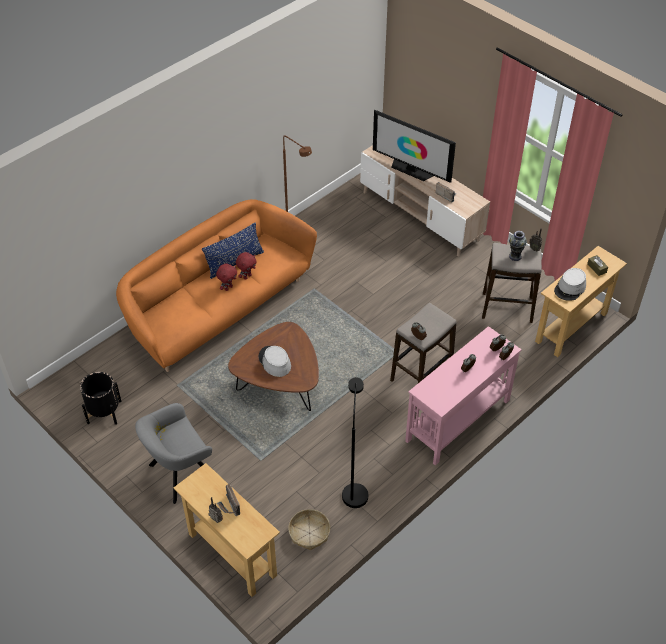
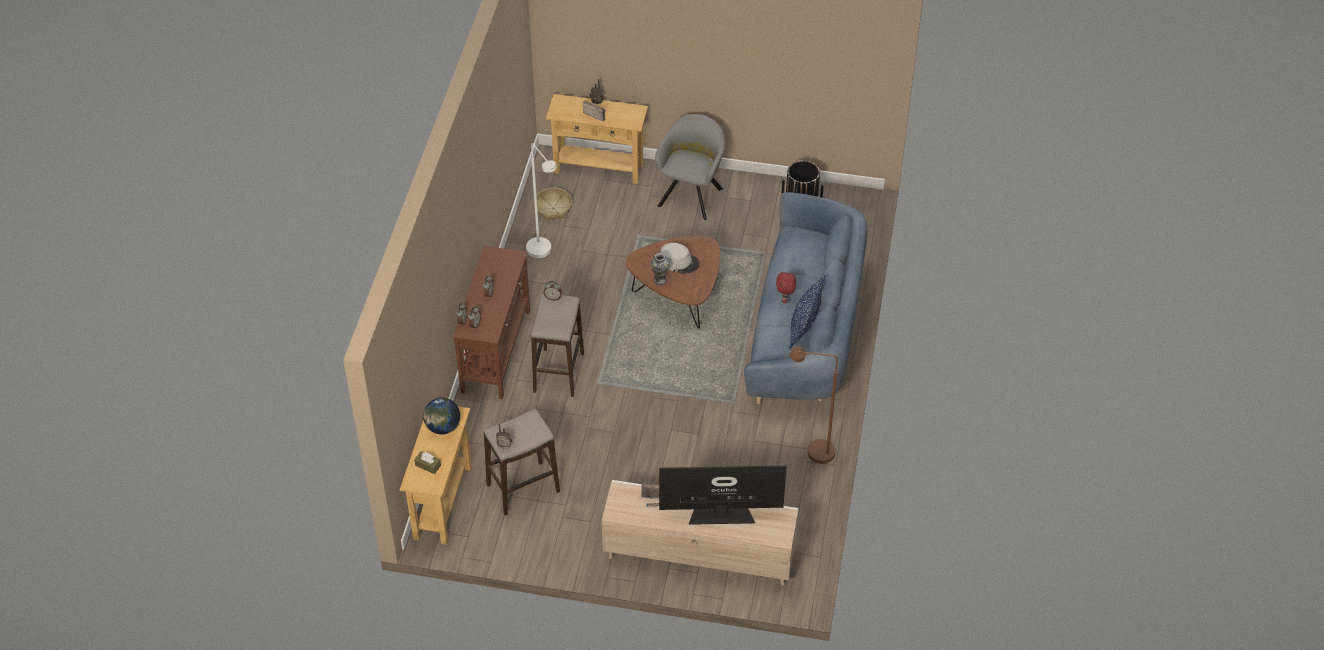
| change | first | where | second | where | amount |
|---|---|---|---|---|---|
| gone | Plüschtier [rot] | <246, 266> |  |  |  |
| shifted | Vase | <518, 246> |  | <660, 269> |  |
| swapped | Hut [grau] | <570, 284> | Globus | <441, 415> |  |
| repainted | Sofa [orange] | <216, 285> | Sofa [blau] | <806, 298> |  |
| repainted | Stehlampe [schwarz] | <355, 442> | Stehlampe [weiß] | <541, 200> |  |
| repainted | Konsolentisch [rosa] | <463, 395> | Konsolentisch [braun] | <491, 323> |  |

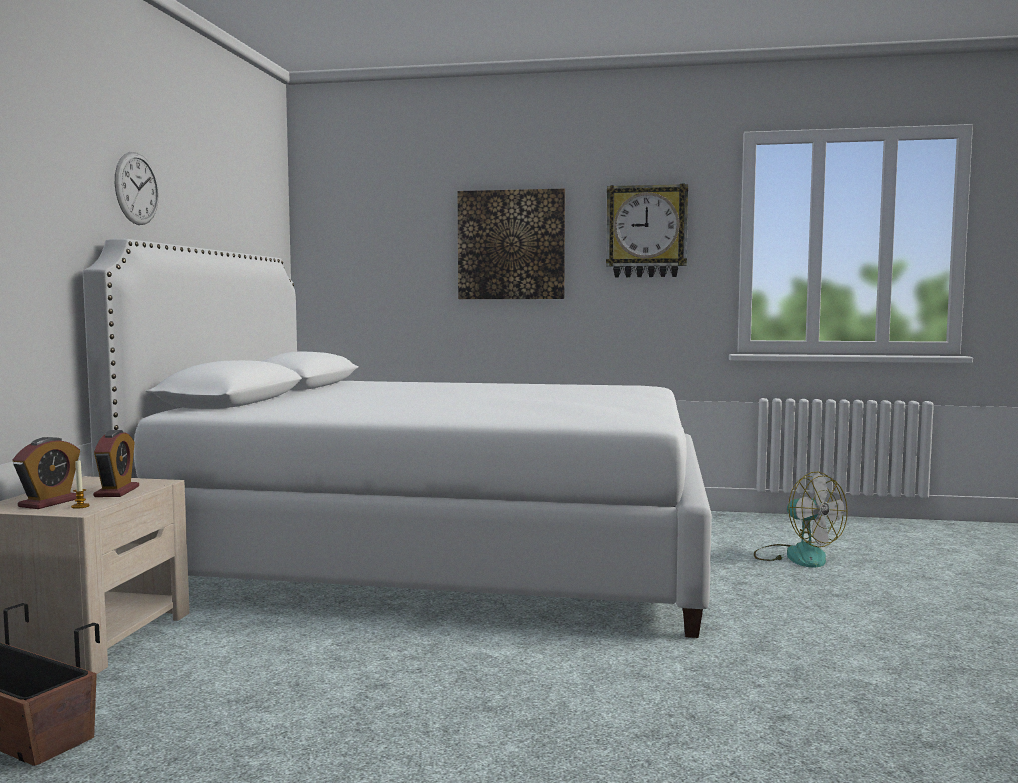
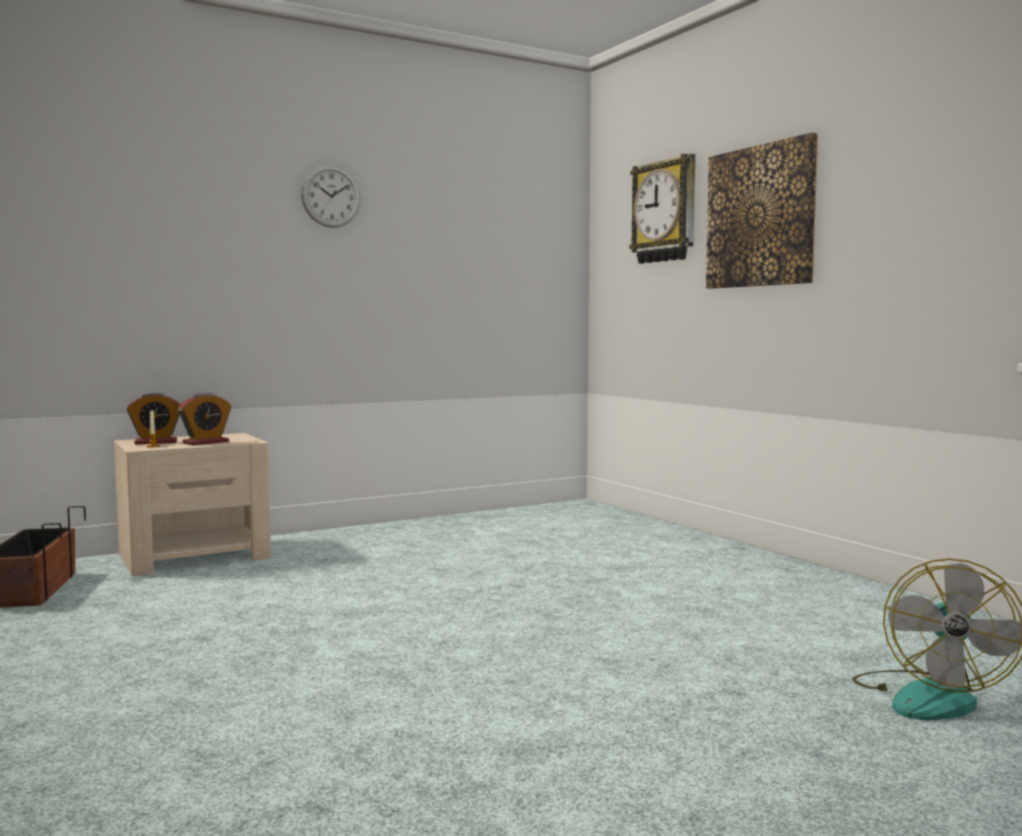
| change | first | where | second | where | amount |
|---|---|---|---|---|---|
| gone | Bett [weiß] | <397, 438> |  |  |  |
| shifted | Wanduhr | <647, 230> |  | <662, 209> |  |

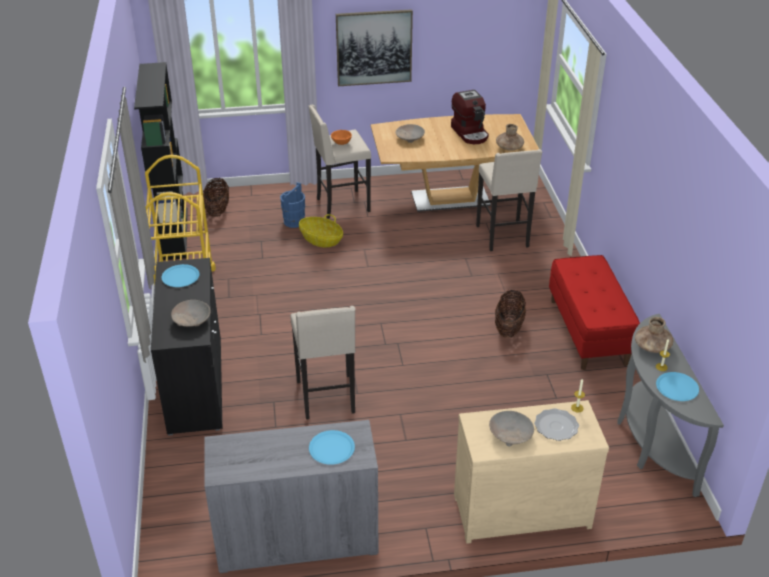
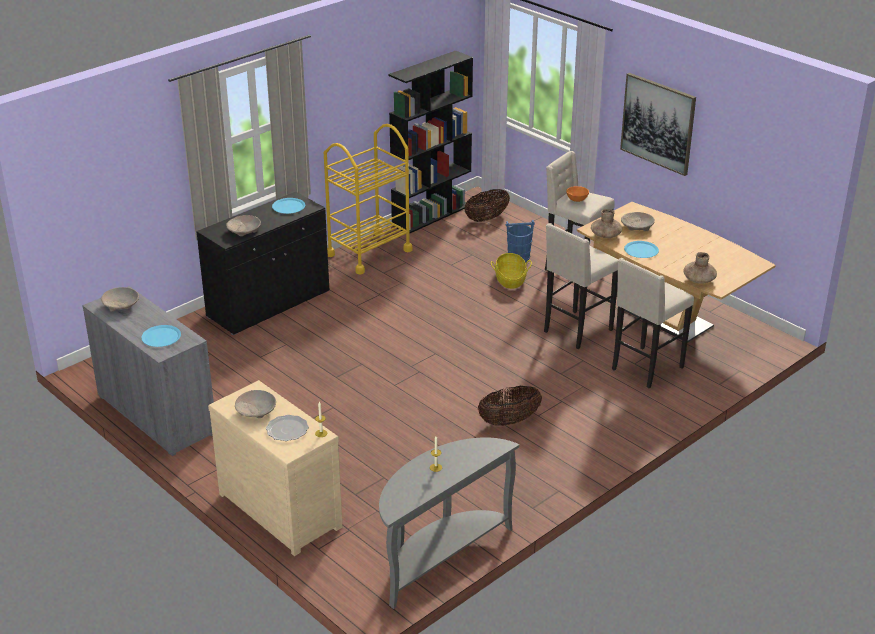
| change | first | where | second | where | amount |
|---|---|---|---|---|---|
| gone | Kaffeemaschine | <470, 117> |  |  |  |
| gone | Bank [rot] | <594, 312> |  |  |  |
| new |  |  | Schüssel [beige] | <120, 299> |  |
| shifted | Hocker [beige] | <322, 362> |  | <581, 286> |  |
| shifted | Vase [braun] | <654, 335> |  | <606, 223> |  |
| shifted | Teller [blau] | <677, 386> |  | <641, 249> |  |

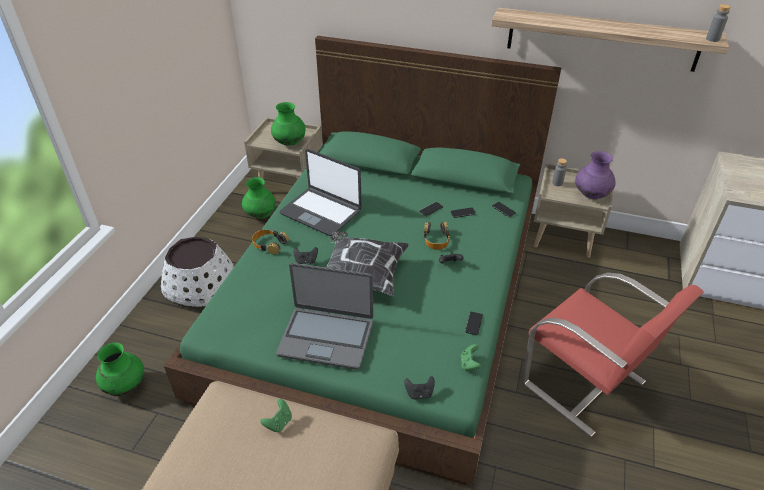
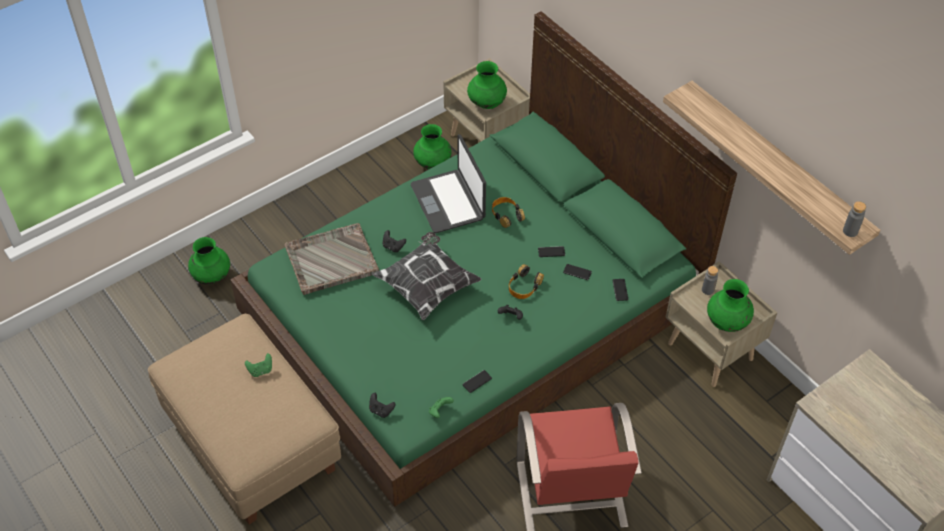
| change | first | where | second | where | amount |
|---|---|---|---|---|---|
| gone | Pflanzkübel [weiß] | <197, 272> |  |  |  |
| gone | Laptop | <324, 316> |  |  |  |
| new |  |  | Tablett [grau] | <332, 259> |  |
| shifted | Kopfhörer | <270, 242> |  | <508, 212> |  |
| repainted | Vase [lila] | <595, 175> | Vase [grün] | <730, 305> |  |

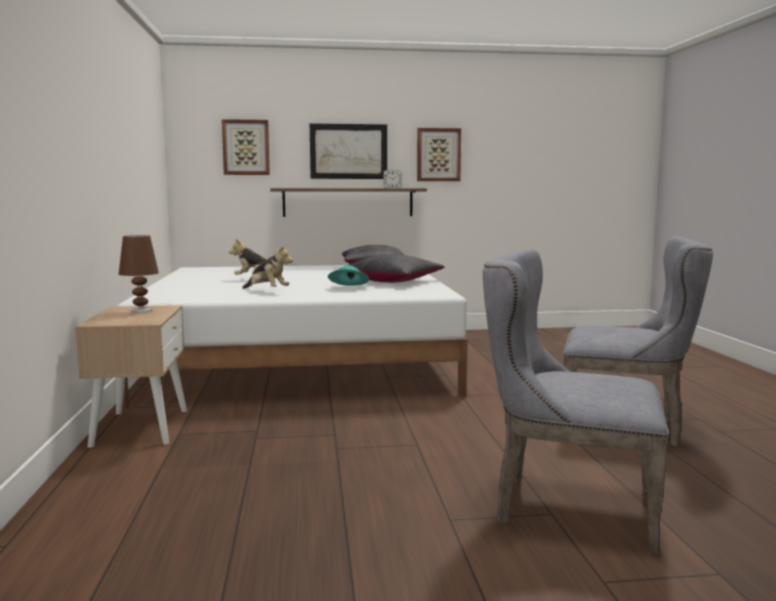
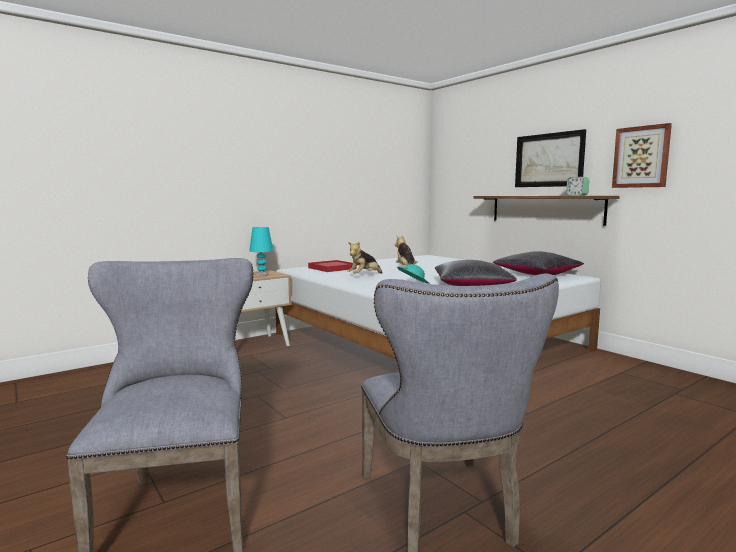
| change | first | where | second | where | amount |
|---|---|---|---|---|---|
| gone | Bild | <246, 147> |  |  |  |
| new |  |  | Tablett [rot] | <332, 266> |  |
| repainted | Tischlampe [braun] | <139, 274> | Tischlampe [türkis] | <261, 251> |  |
| rotated | Plüschtier | <267, 267> |  | <364, 258> | 45 degrees clockwise |

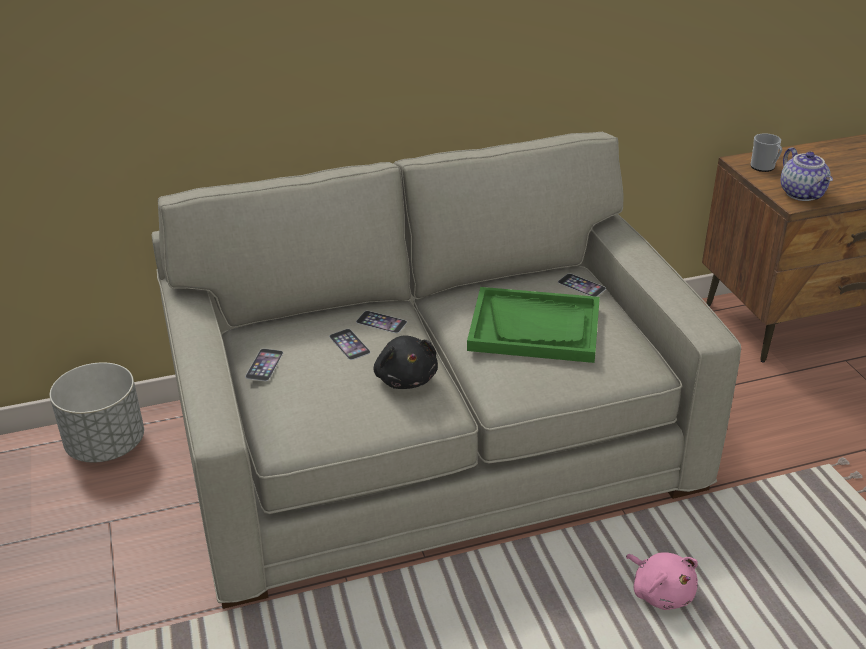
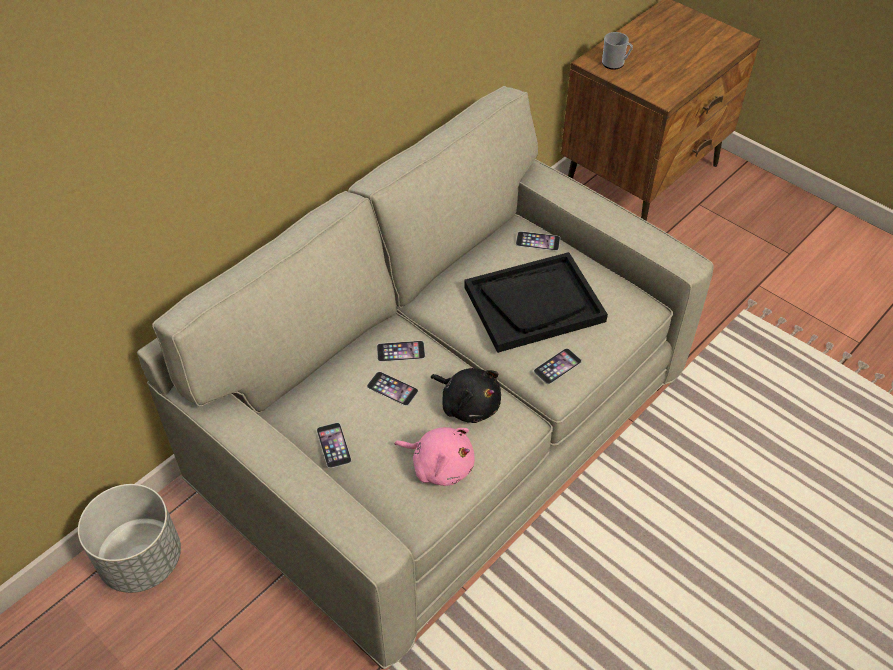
| change | first | where | second | where | amount |
|---|---|---|---|---|---|
| gone | Teekanne | <807, 174> |  |  |  |
| new |  |  | Handy | <558, 366> |  |
| shifted | Plüschtier [rosa] | <662, 581> |  | <434, 456> |  |
| repainted | Tablett [grün] | <533, 325> | Tablett [schwarz] | <536, 302> |  |

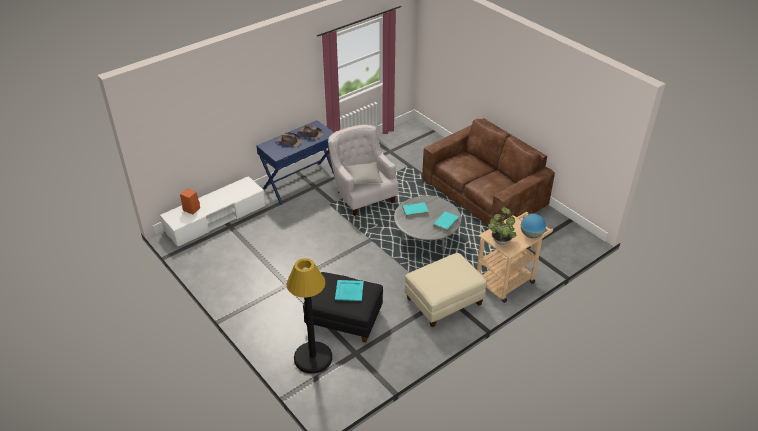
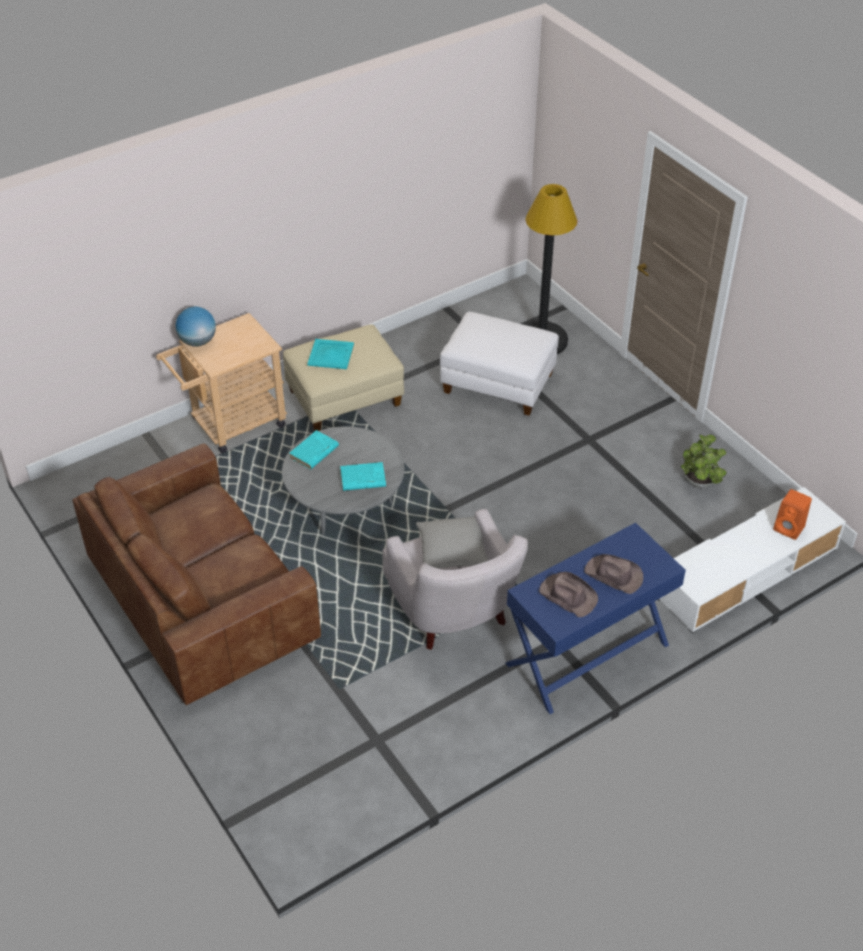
| change | first | where | second | where | amount |
|---|---|---|---|---|---|
| shifted | Tablett [türkis] | <349, 290> |  | <330, 354> |  |
| shifted | Topfpflanze | <502, 226> |  | <704, 461> |  |
| repainted | Polsterhocker [schwarz] | <343, 307> | Polsterhocker [weiß] | <499, 364> |  |

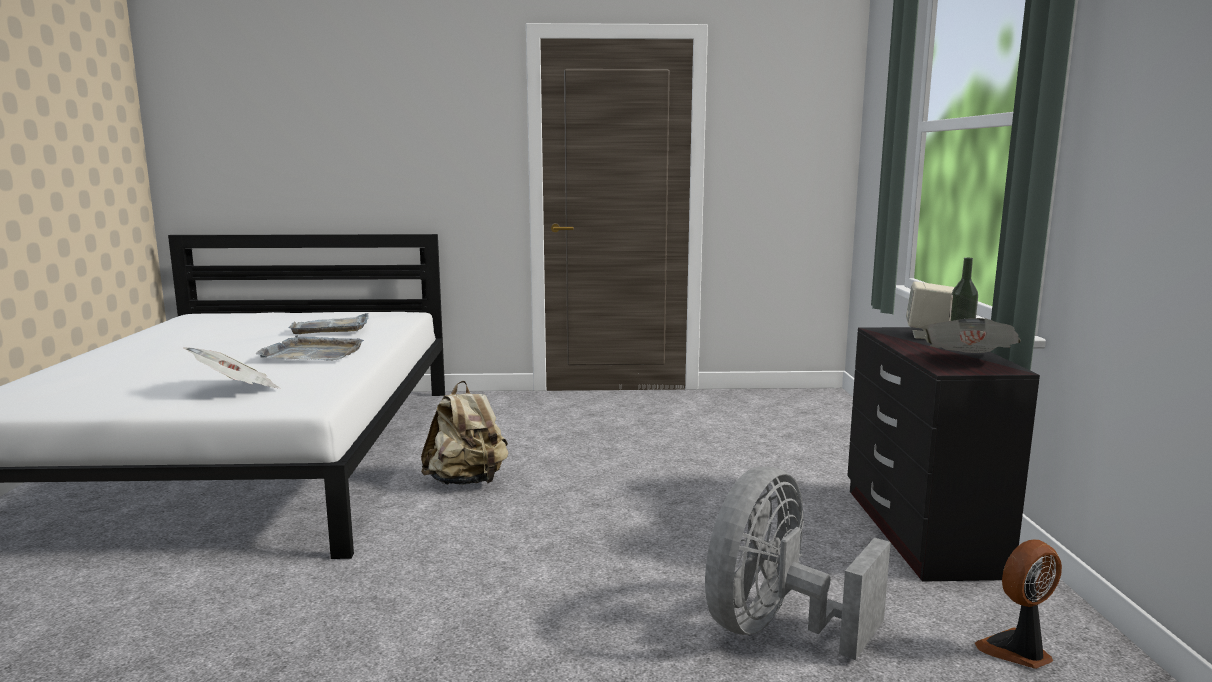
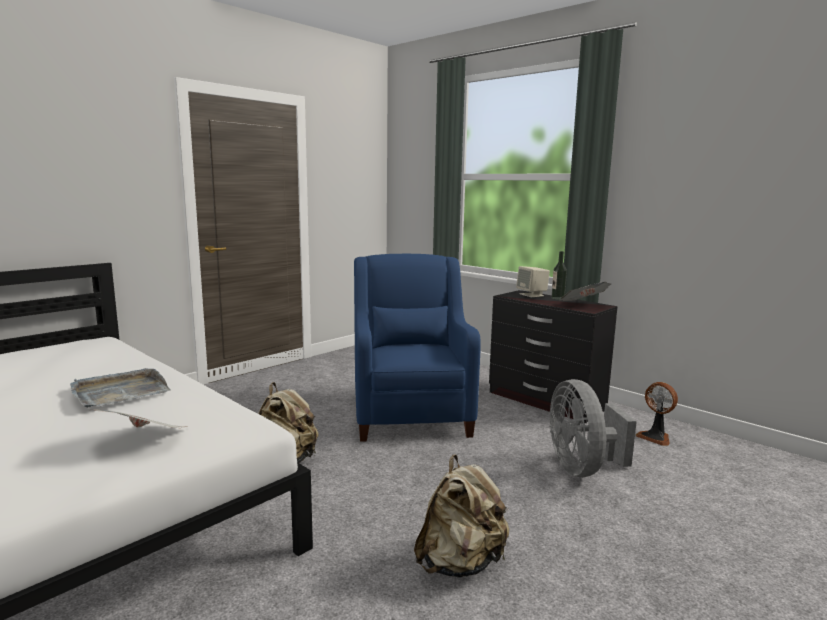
| change | first | where | second | where | amount |
|---|---|---|---|---|---|
| gone | Tablett [grau] | <329, 323> |  |  |  |
| new |  |  | Sessel [blau] | <417, 348> |  |
| new |  |  | Rucksack [beige] | <461, 516> |  |
| rotated | Ventilator | <1018, 604> |  | <657, 414> | 60 degrees counterclockwise |

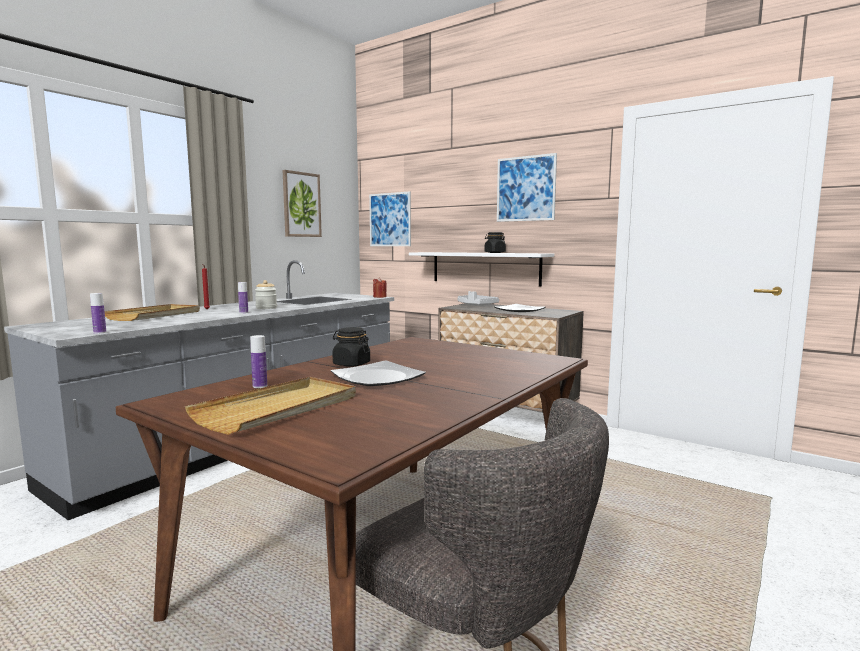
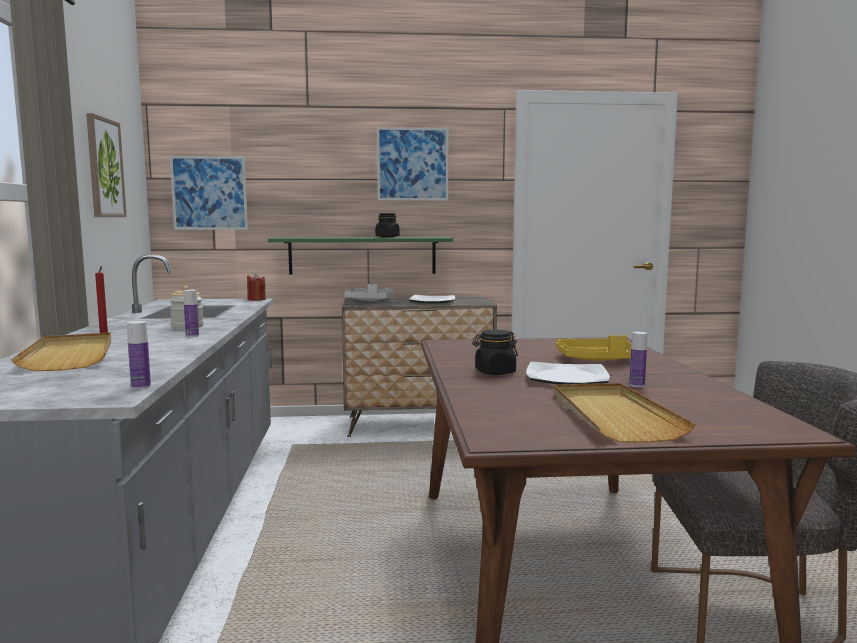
| change | first | where | second | where | amount |
|---|---|---|---|---|---|
| new |  |  | Tablett [gelb] | <593, 348> |  |
| shifted | Flasche | <258, 361> |  | <638, 359> |  |
| repainted | Wandregal [weiß] | <481, 269> | Wandregal [grün] | <360, 256> |  |

